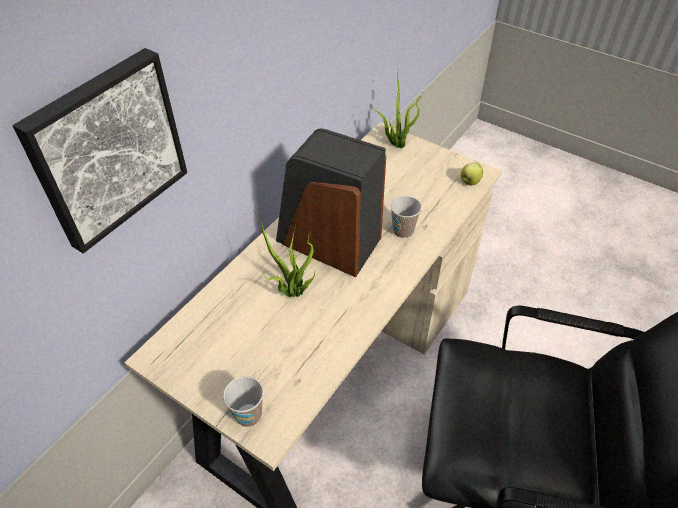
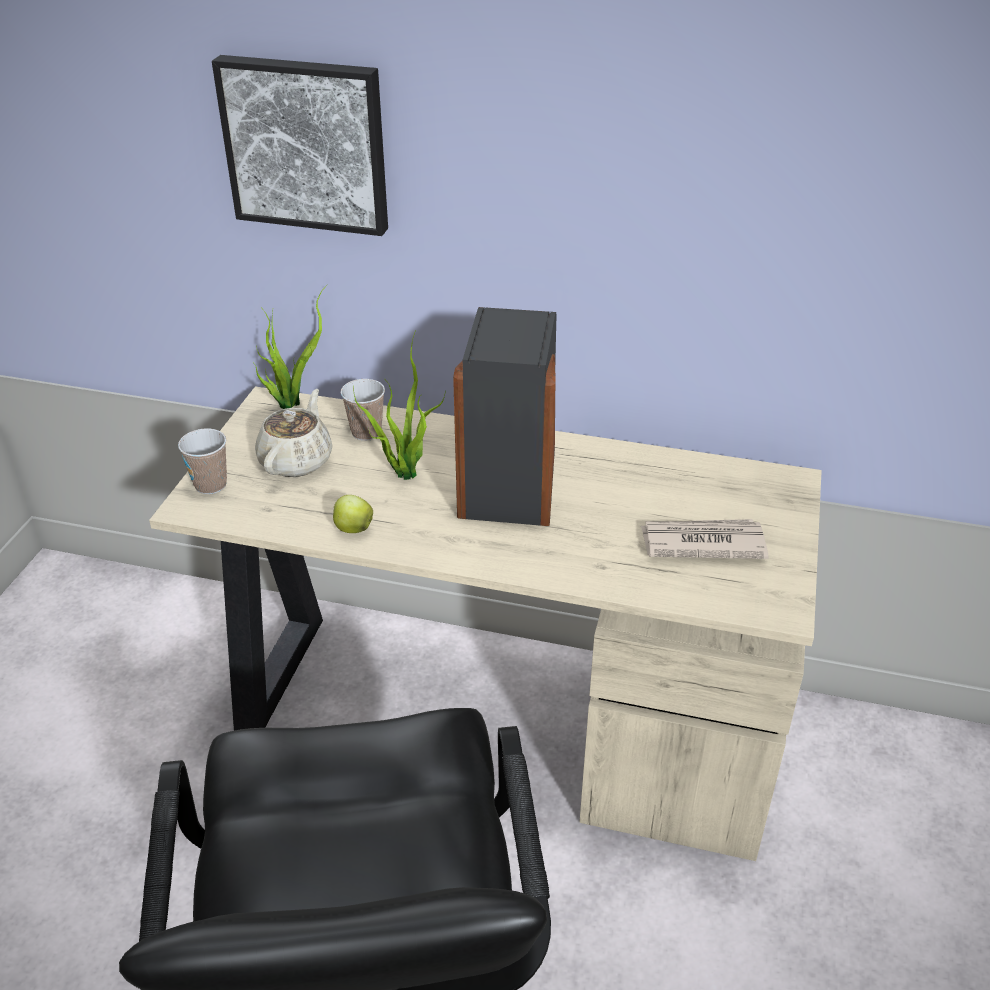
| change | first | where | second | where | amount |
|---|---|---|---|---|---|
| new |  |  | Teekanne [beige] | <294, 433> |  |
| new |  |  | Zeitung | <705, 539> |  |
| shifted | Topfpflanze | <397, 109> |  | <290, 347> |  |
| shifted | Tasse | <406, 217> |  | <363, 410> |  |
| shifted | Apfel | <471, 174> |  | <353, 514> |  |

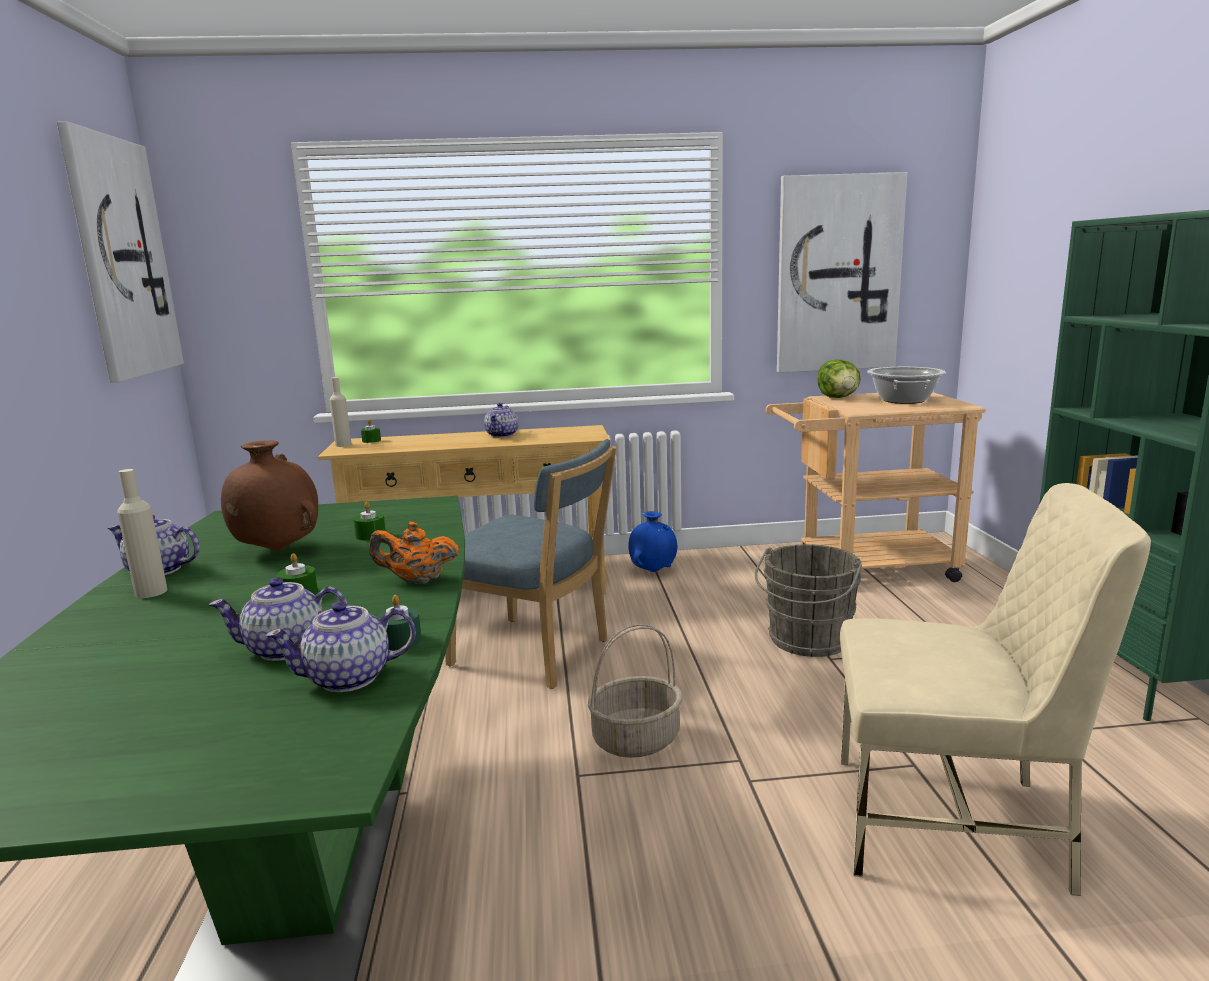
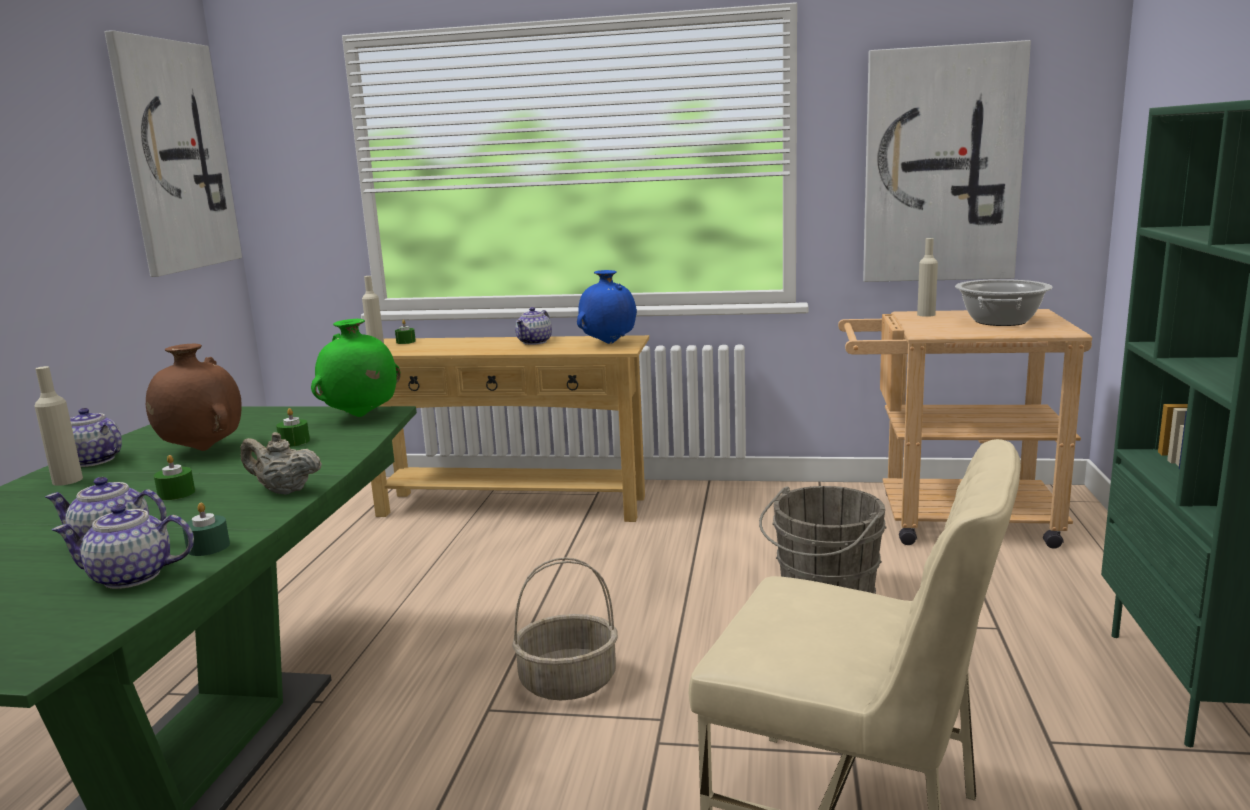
| change | first | where | second | where | amount |
|---|---|---|---|---|---|
| gone | Stuhl [blau] | <531, 564> |  |  |  |
| new |  |  | Vase [grün] | <356, 368> |  |
| shifted | Vase [blau] | <652, 542> |  | <607, 307> |  |
| swapped | Salatkopf | <839, 379> | Flasche [beige] | <927, 277> |  |
| repainted | Teekanne [orange] | <414, 553> | Teekanne [beige] | <281, 463> |  |

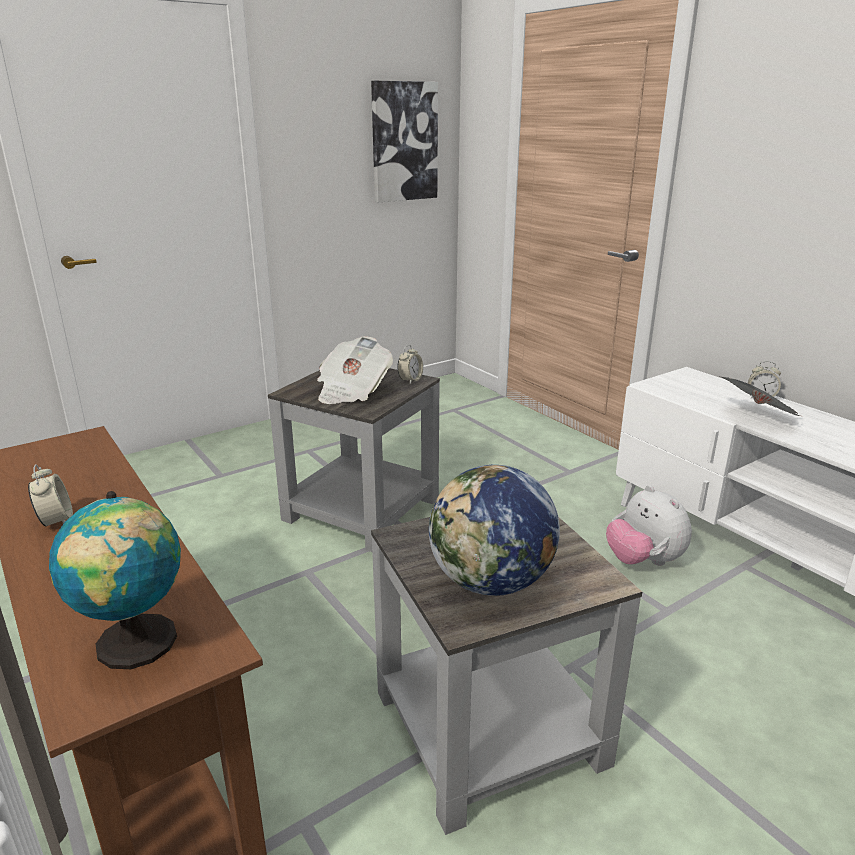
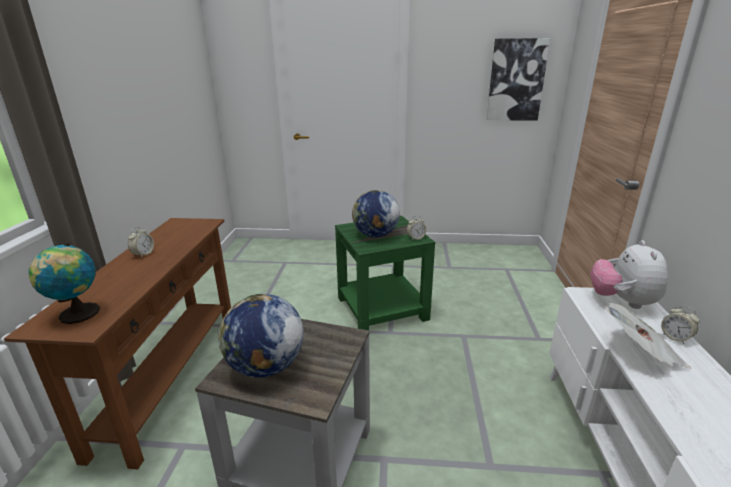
| change | first | where | second | where | amount |
|---|---|---|---|---|---|
| shifted | Plüschtier | <649, 525> |  | <629, 274> |  |
| swapped | Zeitung | <355, 370> | Globus | <376, 213> |  |
| repainted | Beistelltisch [grau] | <354, 460> | Beistelltisch [grün] | <385, 273> |  |

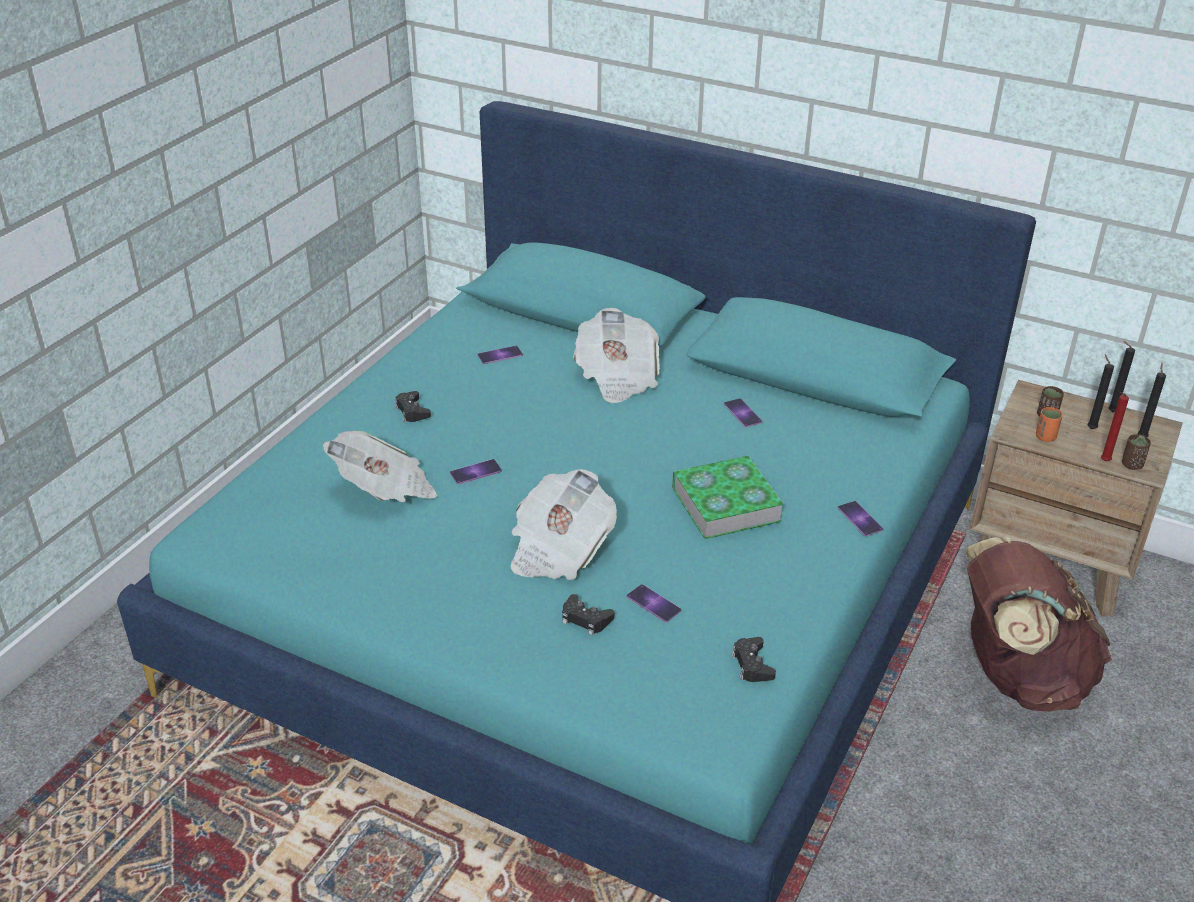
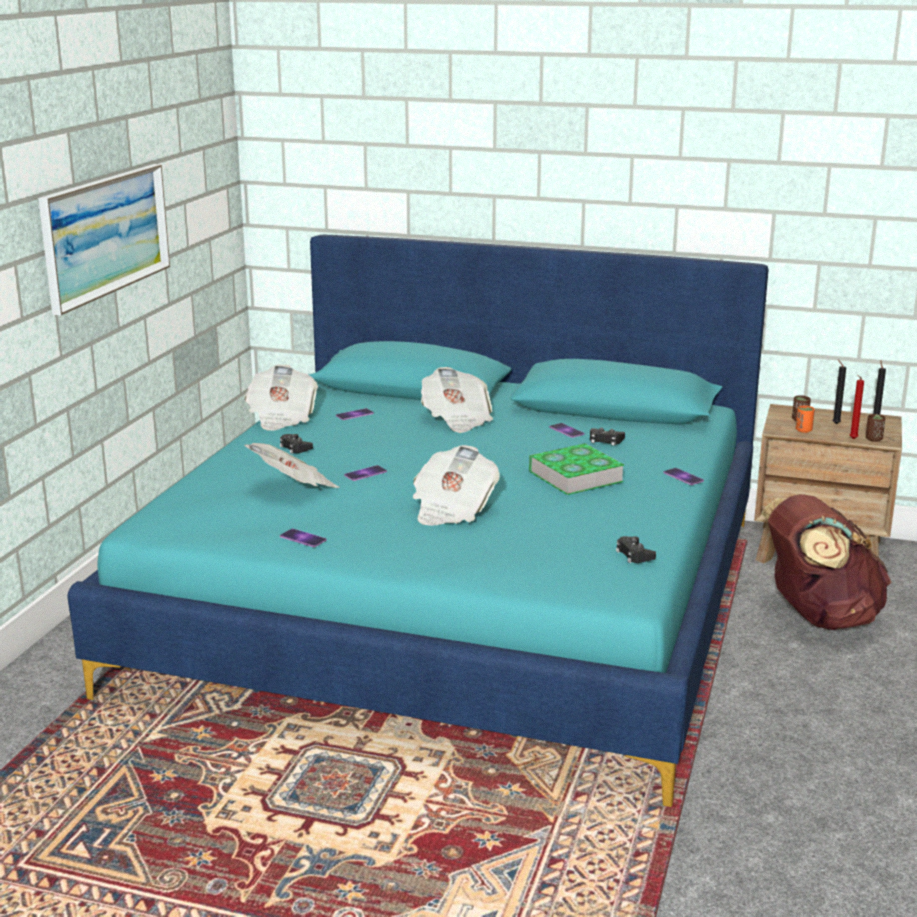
| change | first | where | second | where | amount |
|---|---|---|---|---|---|
| gone | Kerze [schwarz] | <1121, 376> |  |  |  |
| new |  |  | Bild | <104, 239> |  |
| new |  |  | Zeitung | <281, 398> |  |
| shifted | Gamepad [schwarz] | <588, 614> |  | <607, 437> |  |
| shifted | Handy | <654, 603> |  | <303, 538> |  |

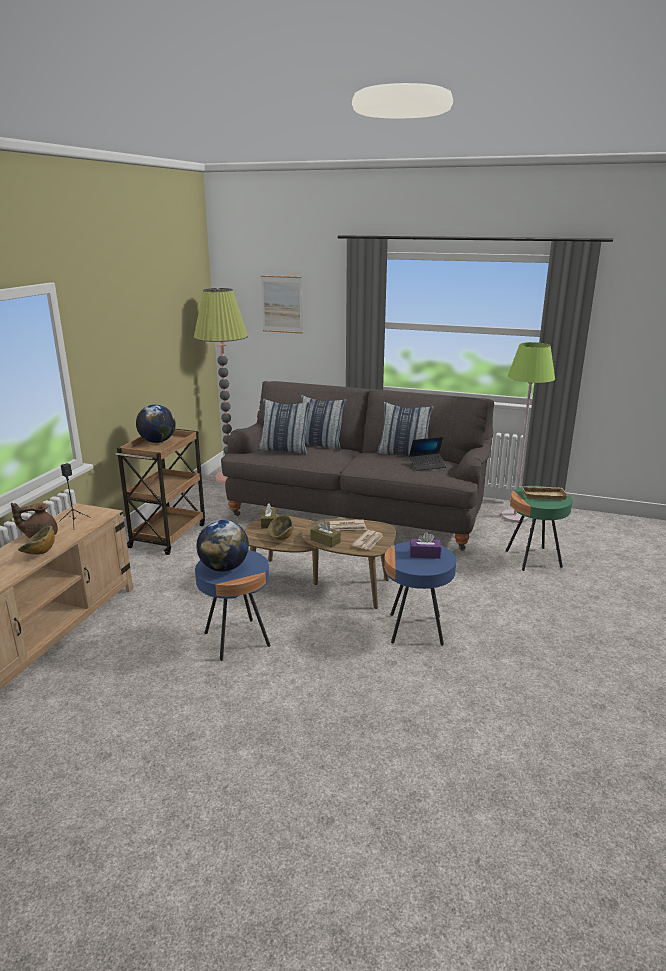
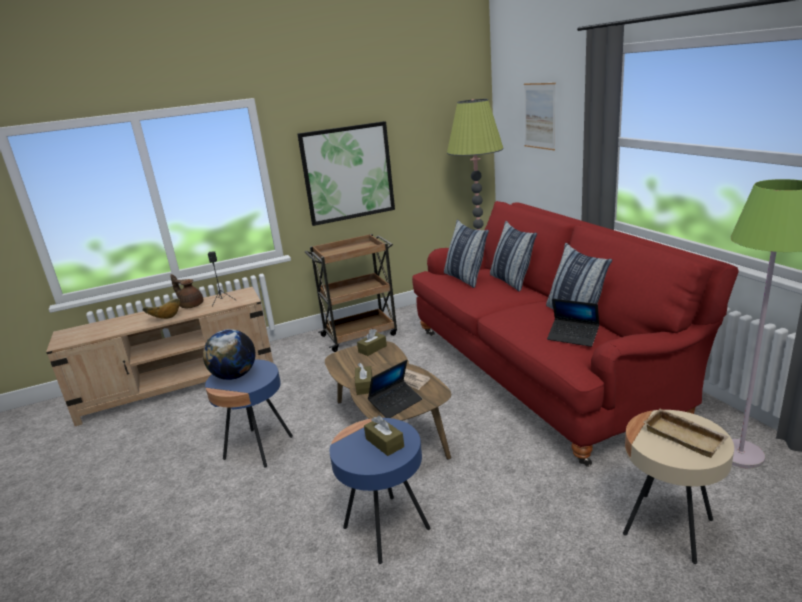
| change | first | where | second | where | amount |
|---|---|---|---|---|---|
| gone | Globus | <156, 423> |  |  |  |
| gone | Schüssel | <280, 527> |  |  |  |
| new |  |  | Bild | <346, 173> |  |
| swapped | Zeitung | <367, 540> | Laptop | <395, 389> |  |
| repainted | Sofa [grau] | <357, 466> | Sofa [rot] | <575, 334> |  |
| repainted | Taschentuchbox [lila] | <425, 545> | Taschentuchbox [braun] | <384, 436> |  |
| repainted | Beistelltisch [grün] | <539, 528> | Beistelltisch [beige] | <678, 487> |  |

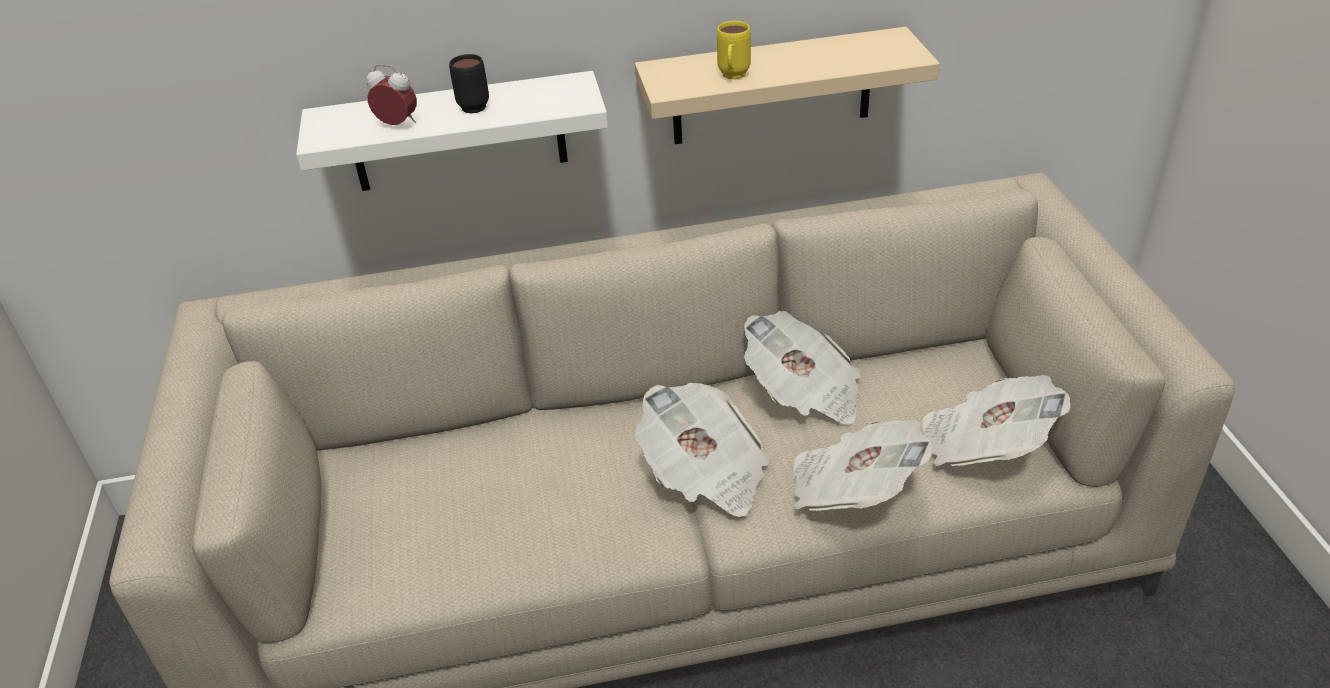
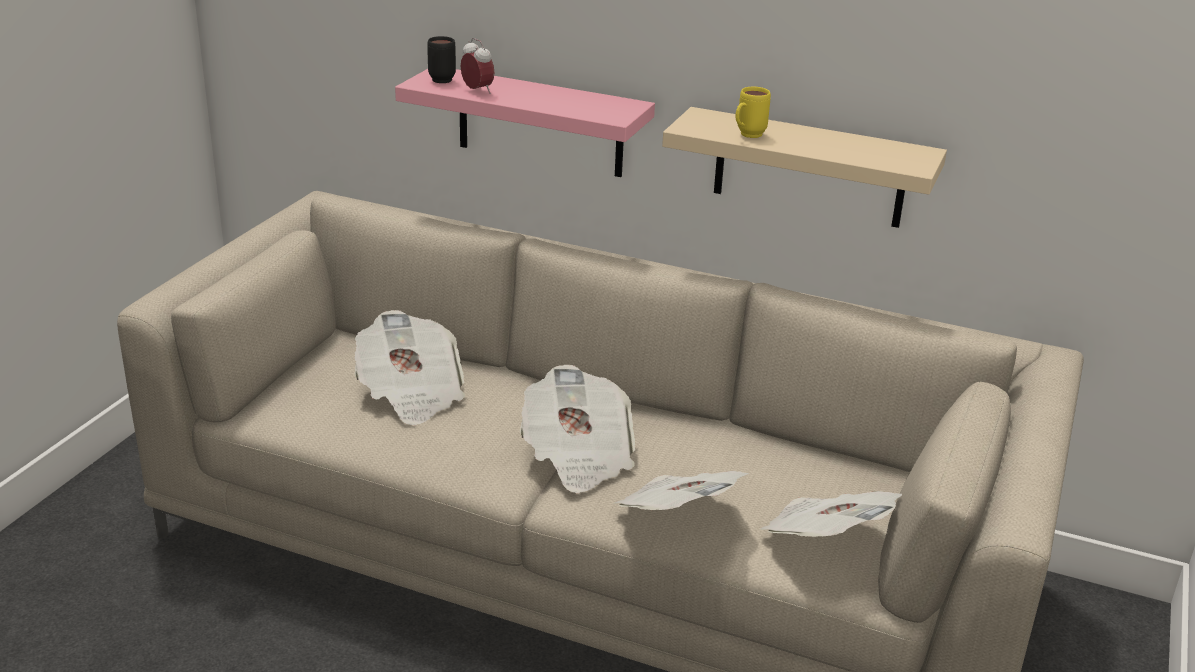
| change | first | where | second | where | amount |
|---|---|---|---|---|---|
| shifted | Henkelbecher [schwarz] | <469, 84> |  | <441, 59> |  |
| shifted | Zeitung | <802, 368> |  | <409, 368> |  |
| repainted | Wandregal [weiß] | <452, 131> | Wandregal [rosa] | <525, 123> |  |

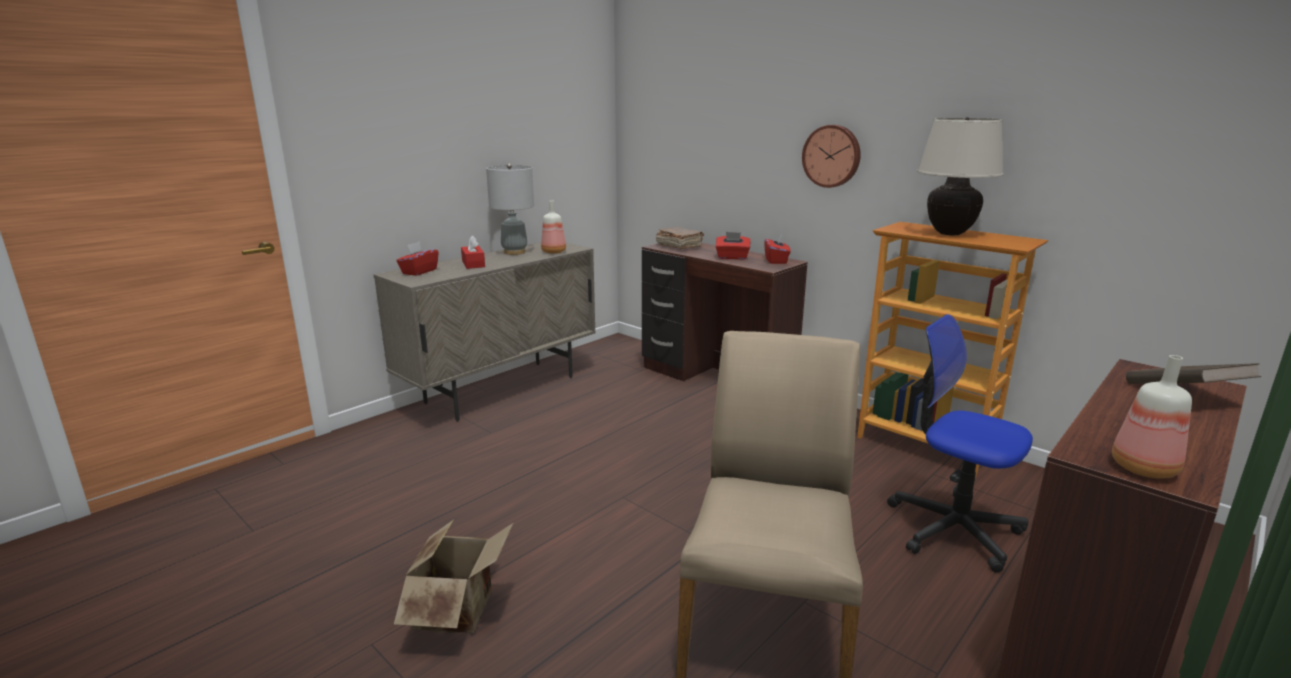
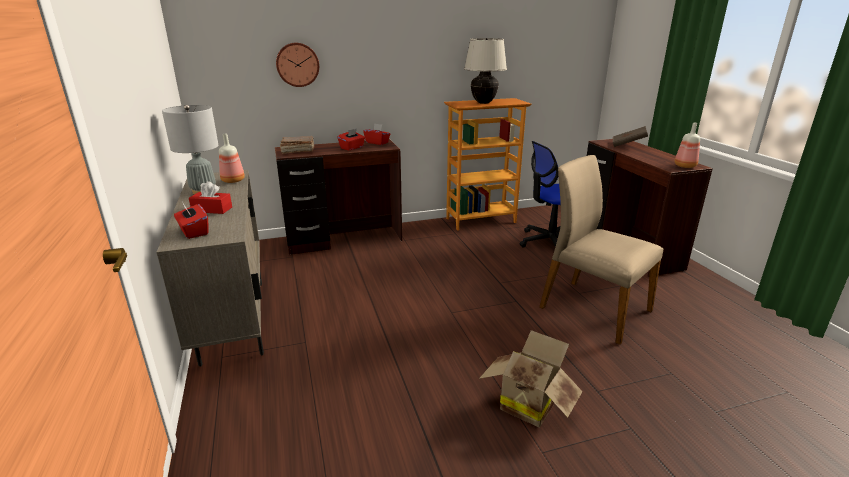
| change | first | where | second | where | amount |
|---|---|---|---|---|---|
| shifted | Wanduhr | <831, 156> |  | <297, 65> |  |

